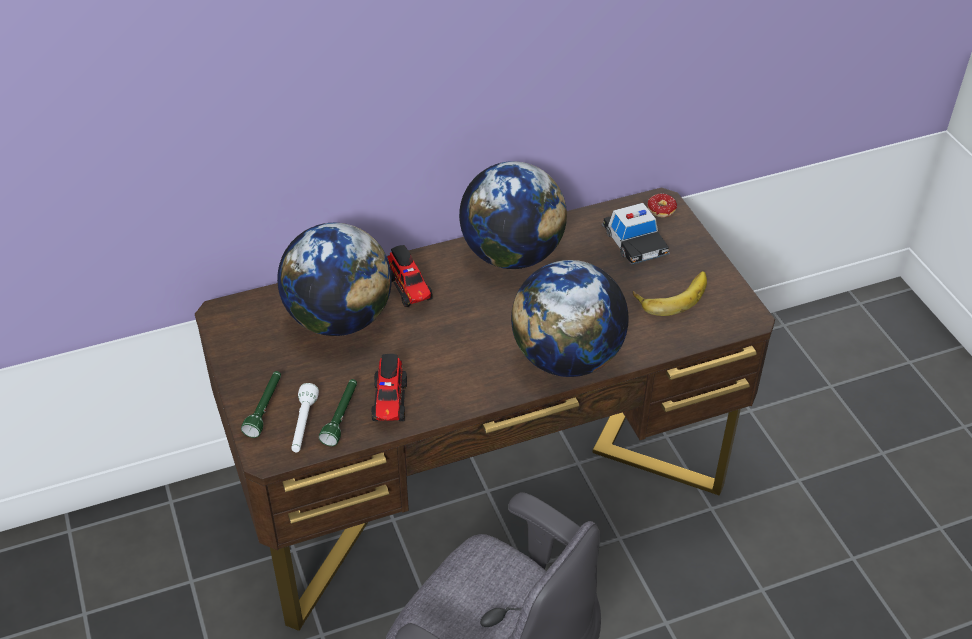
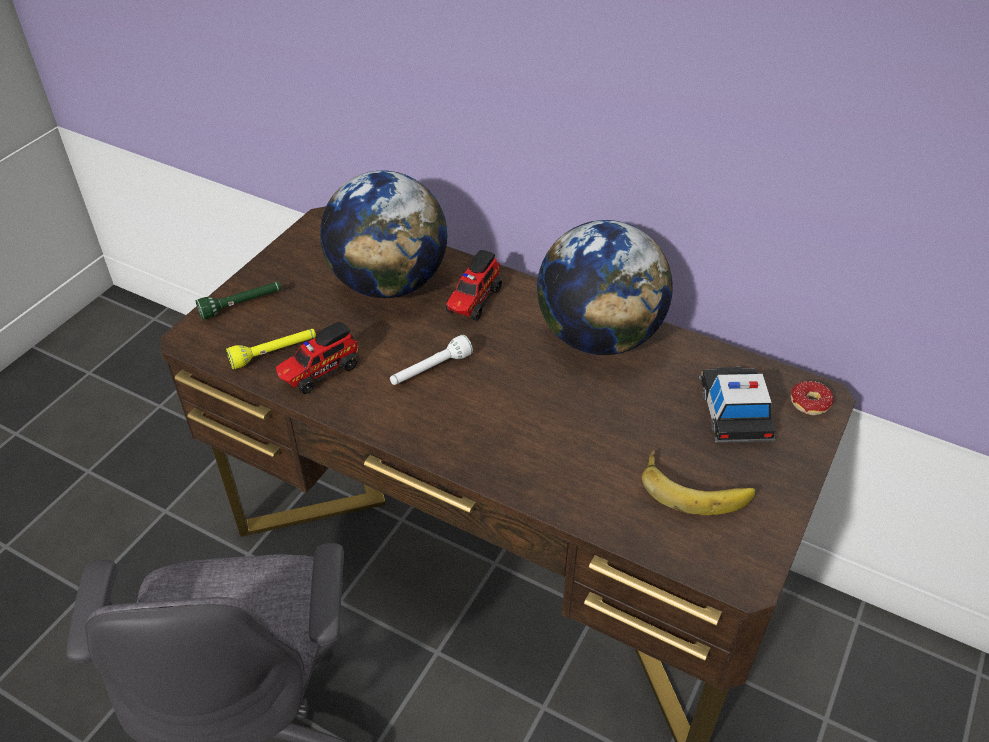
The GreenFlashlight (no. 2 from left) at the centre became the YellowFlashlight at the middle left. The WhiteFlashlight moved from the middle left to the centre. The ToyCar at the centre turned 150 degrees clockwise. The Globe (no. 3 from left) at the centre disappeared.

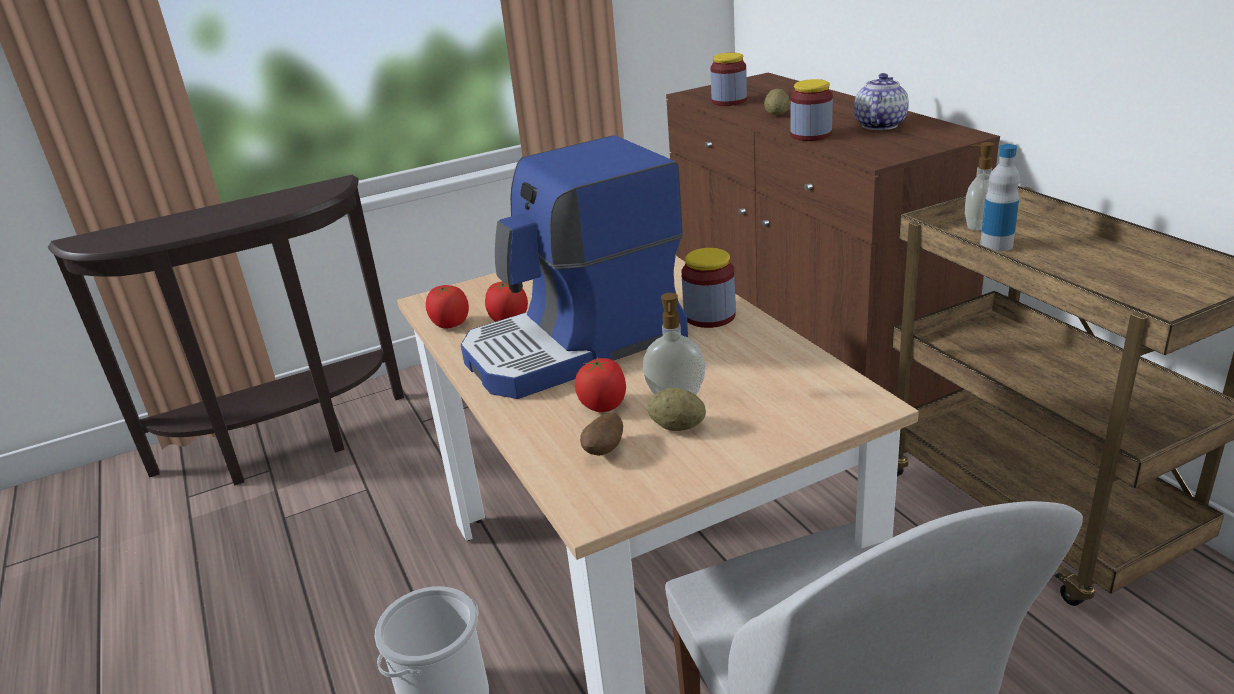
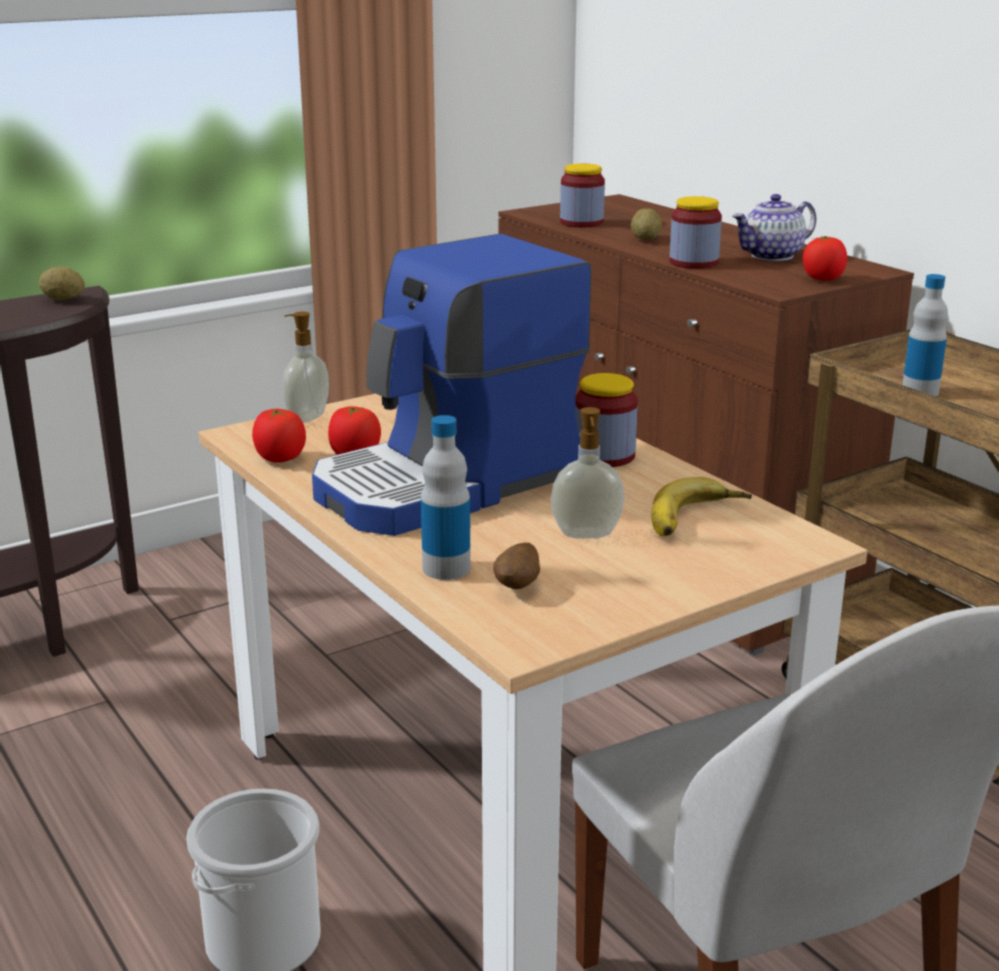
The Potato (no. 2 from left in the first image) moved from the centre to the top left. The SoapDispenser (no. 2 from left in the first image) moved from the top right to the middle left. The Bottle (no. 1 from left) at the centre appeared. The Banana at the middle right appeared. The Teapot at the top right turned 135 degrees counterclockwise. The Tomato (no. 3 from left) moved from the centre to the top right.

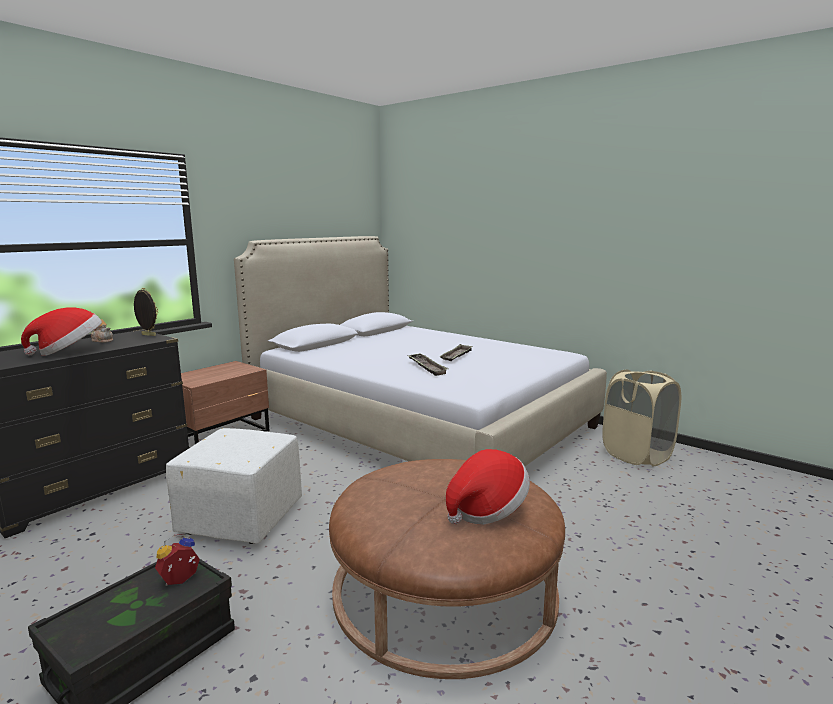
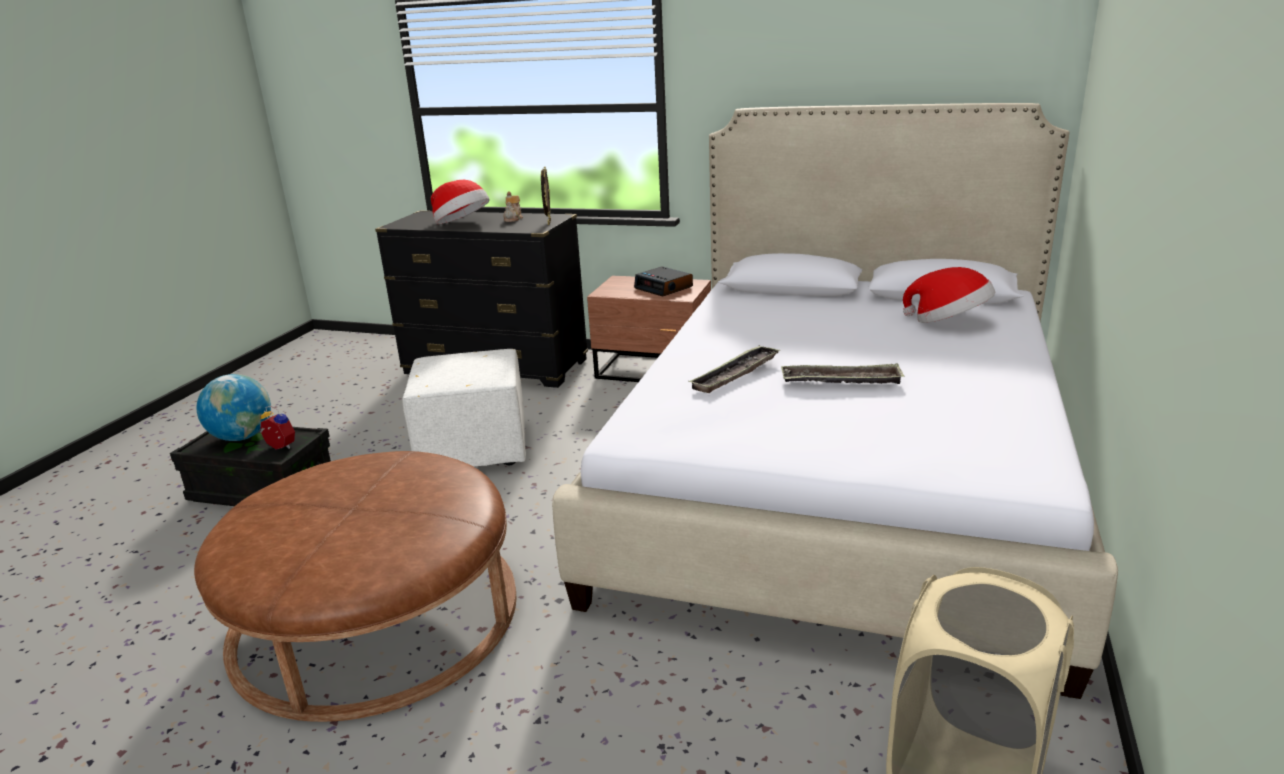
The Globe at the middle left appeared. The AlarmClock (no. 2 from left) at the centre appeared. The Hat (no. 2 from left) moved from the bottom centre to the middle right.

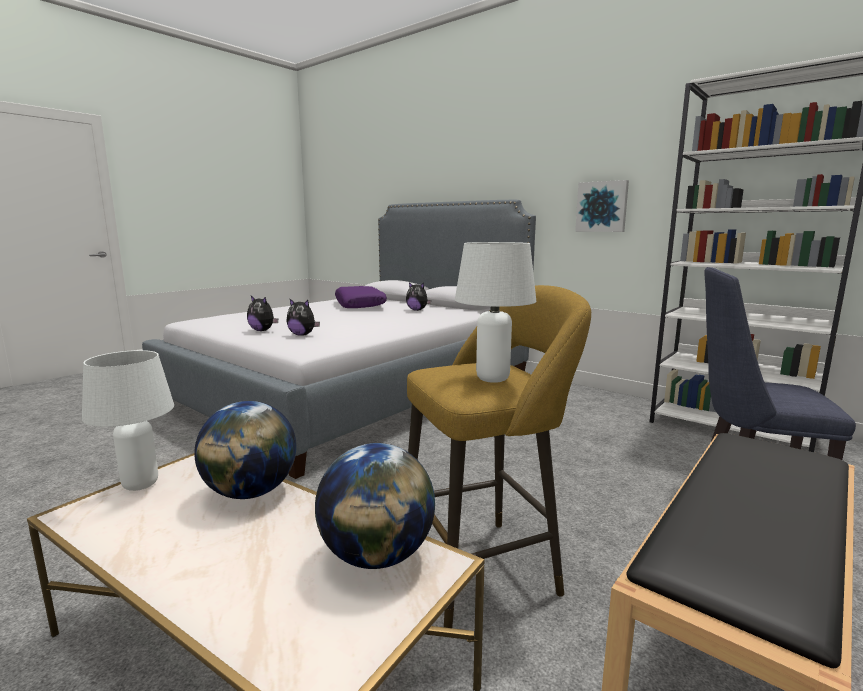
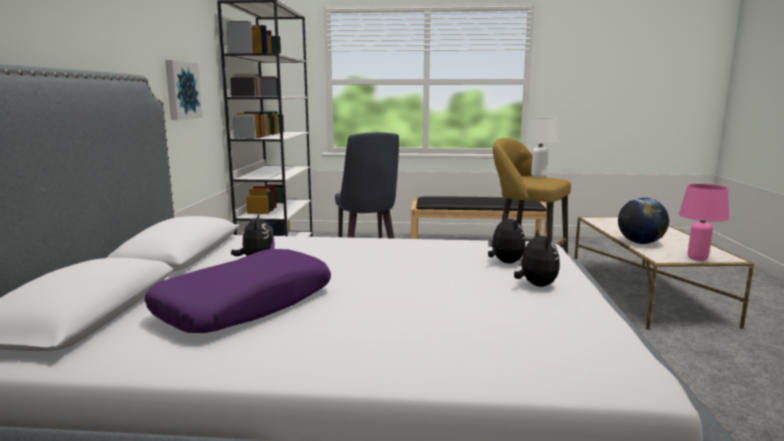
The WhiteTableLamp (no. 1 from left) at the middle left became the PinkTableLamp at the middle right. The Globe (no. 2 from left) at the bottom centre disappeared.

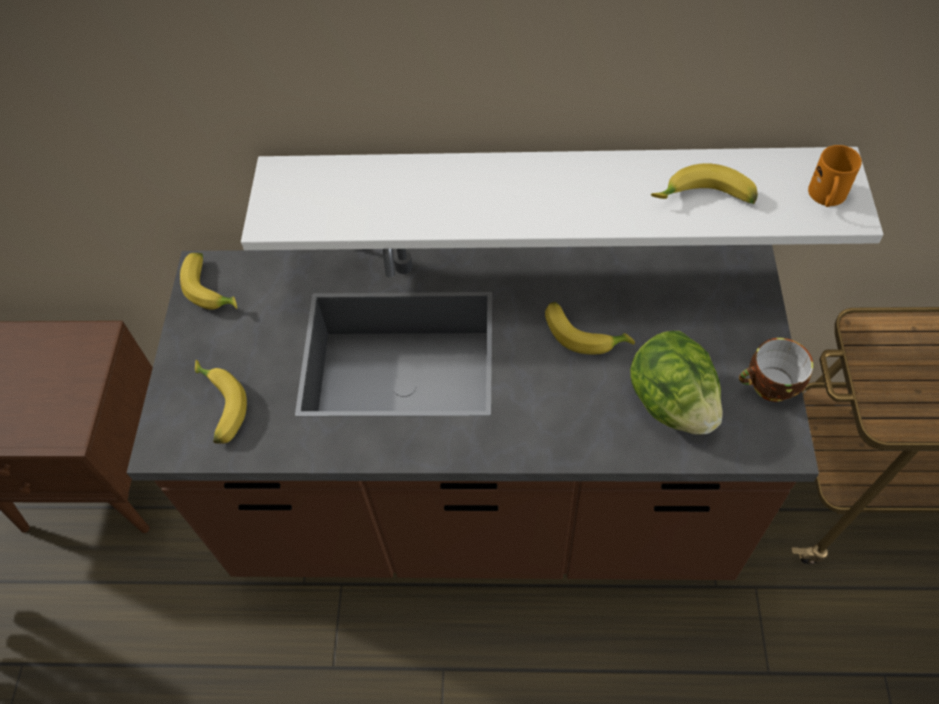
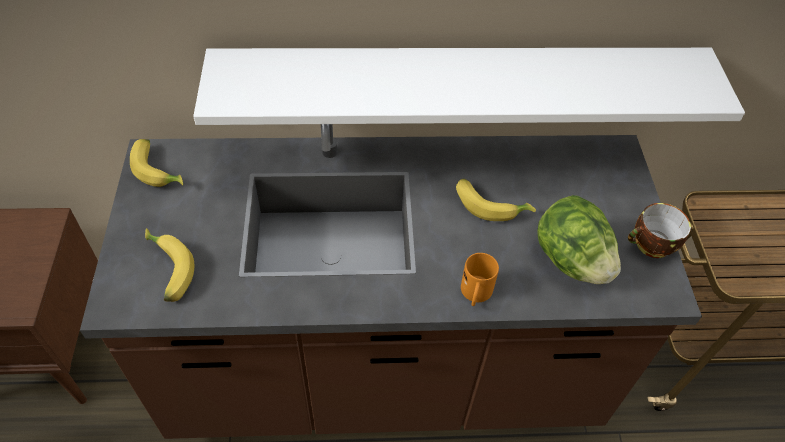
The OrangeMug moved from the top right to the centre. The Banana (no. 4 from left) at the top right disappeared.

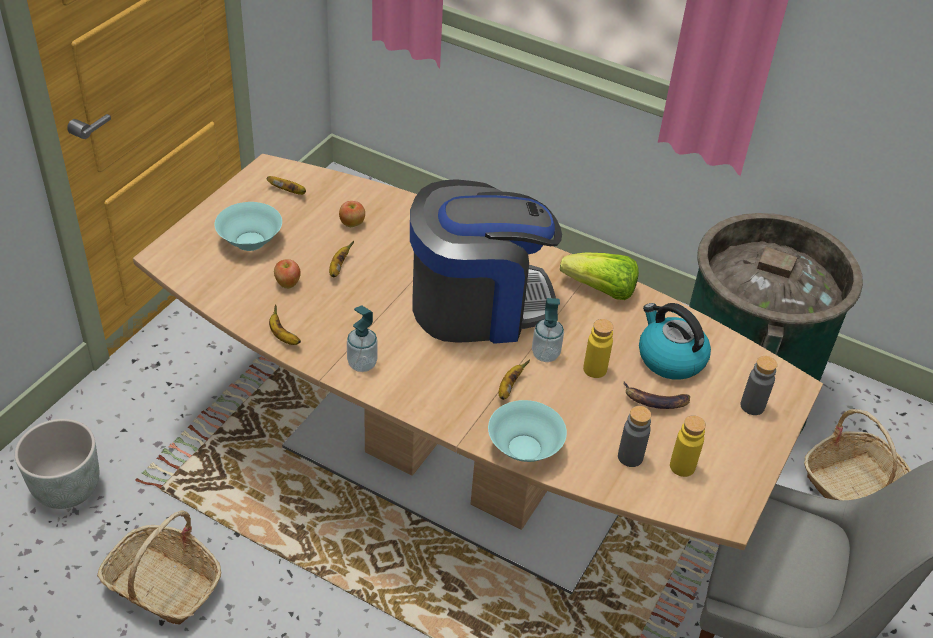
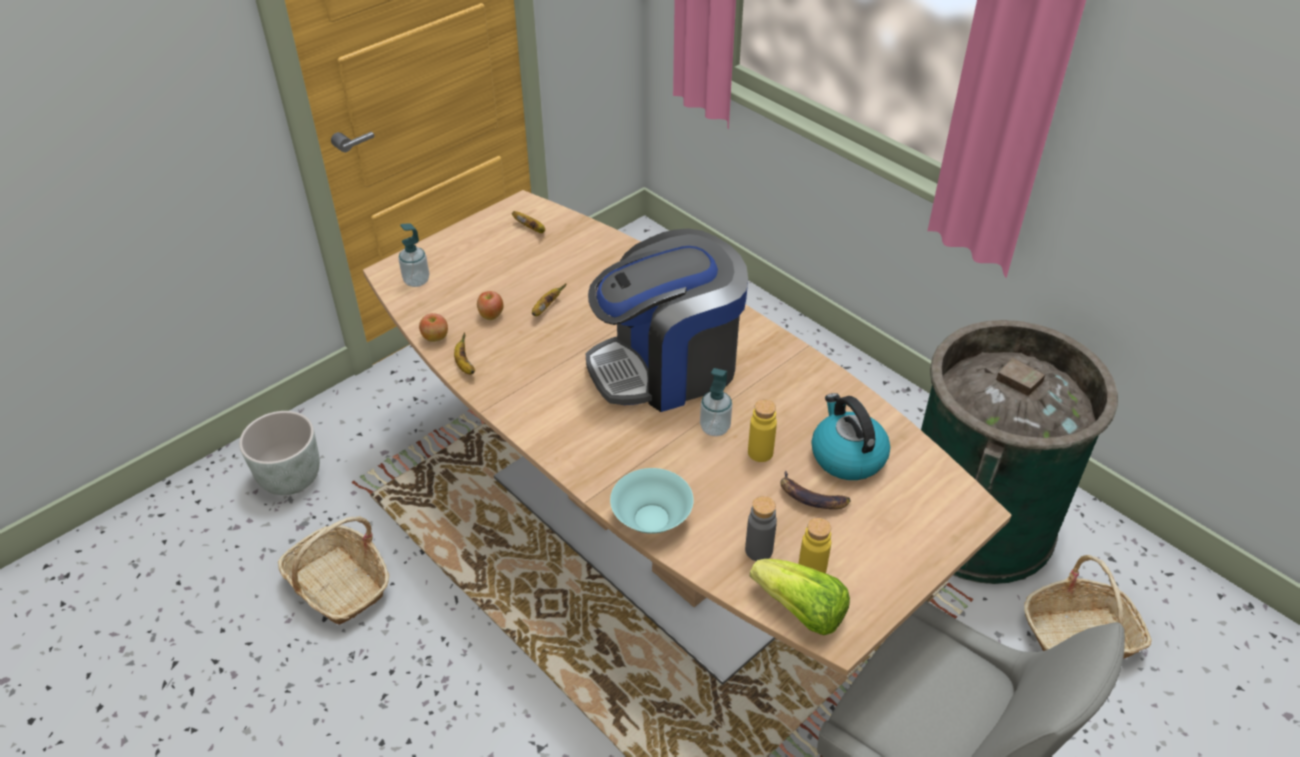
The SoapDispenser (no. 1 from left) moved from the centre to the middle left. The Apple (no. 2 from left in the first image) moved from the centre to the middle left. The CoffeeMachine at the centre turned 150 degrees clockwise. The Lettuce moved from the centre to the bottom centre. The TurquoiseBowl (no. 1 from left) at the middle left disappeared. The Banana (no. 4 from left) at the centre disappeared. The GreyBottle (no. 2 from left) at the middle right disappeared.

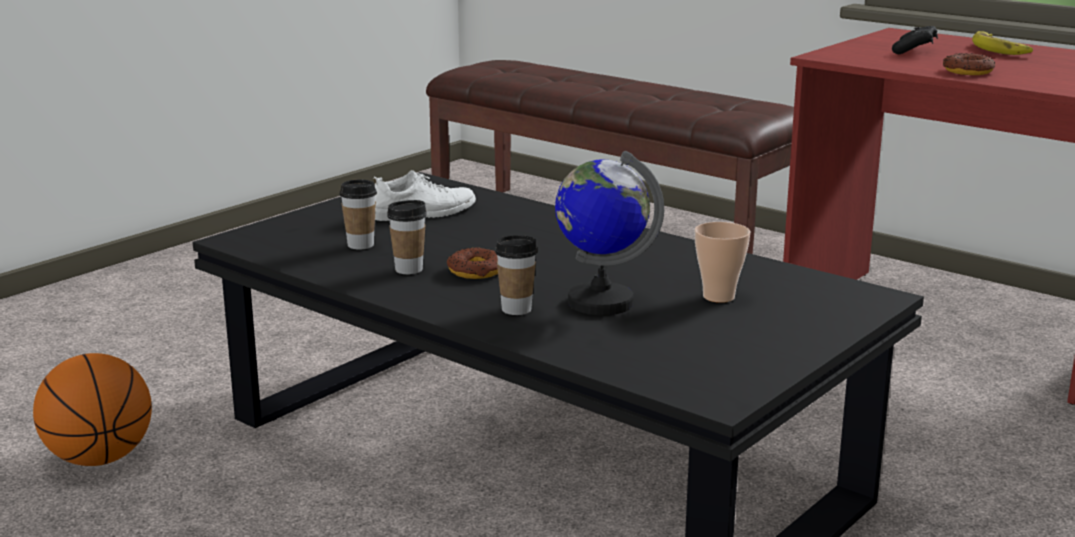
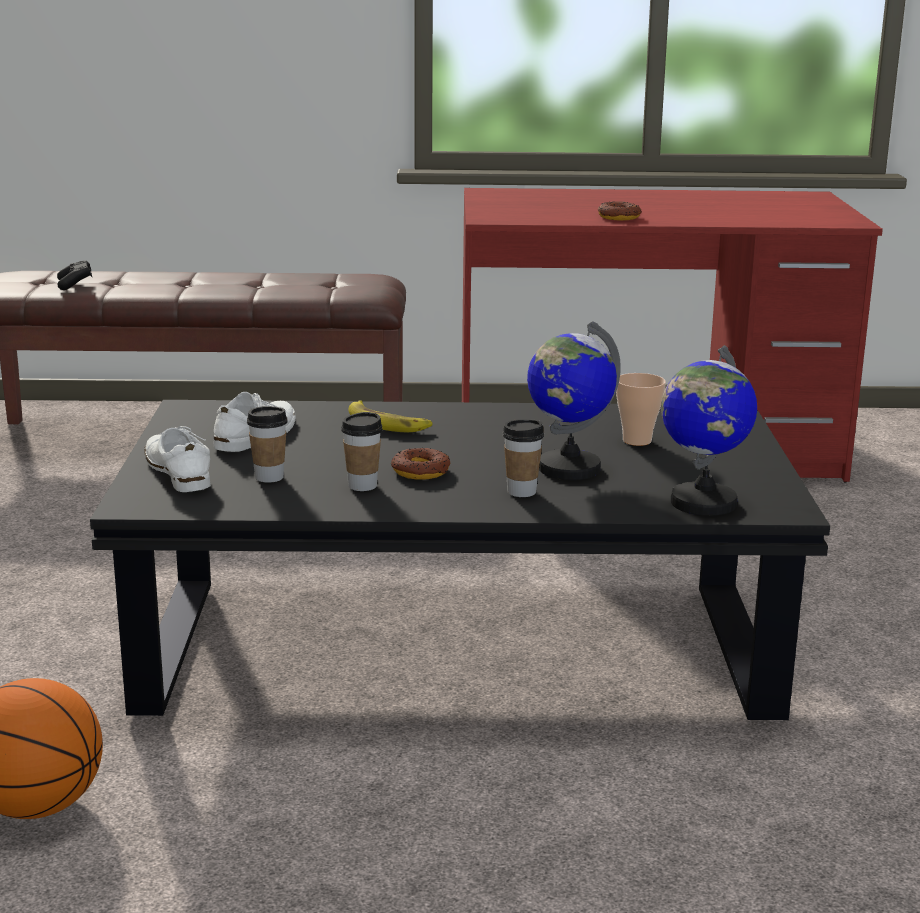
The BlackGameController moved from the top right to the top left. The WhiteShoe (no. 1 from left) at the middle left appeared. The Banana moved from the top right to the centre. The Globe (no. 2 from left) at the middle right appeared.

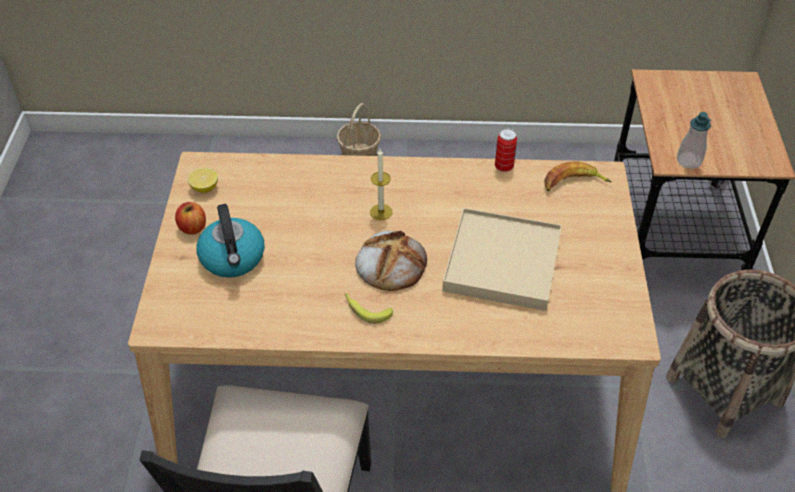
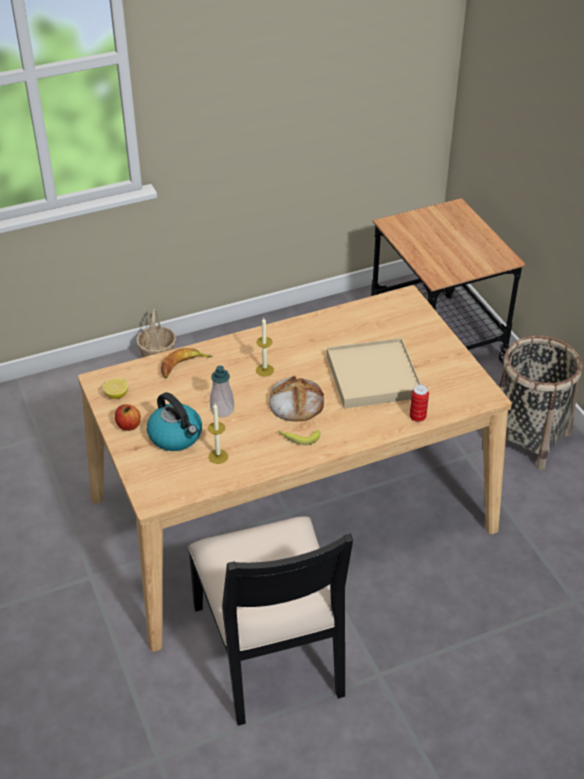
The Banana (no. 2 from left in the first image) moved from the middle right to the middle left. The Candle (no. 1 from left) at the centre appeared. The SoapDispenser moved from the top right to the centre. The Can moved from the top centre to the middle right.

